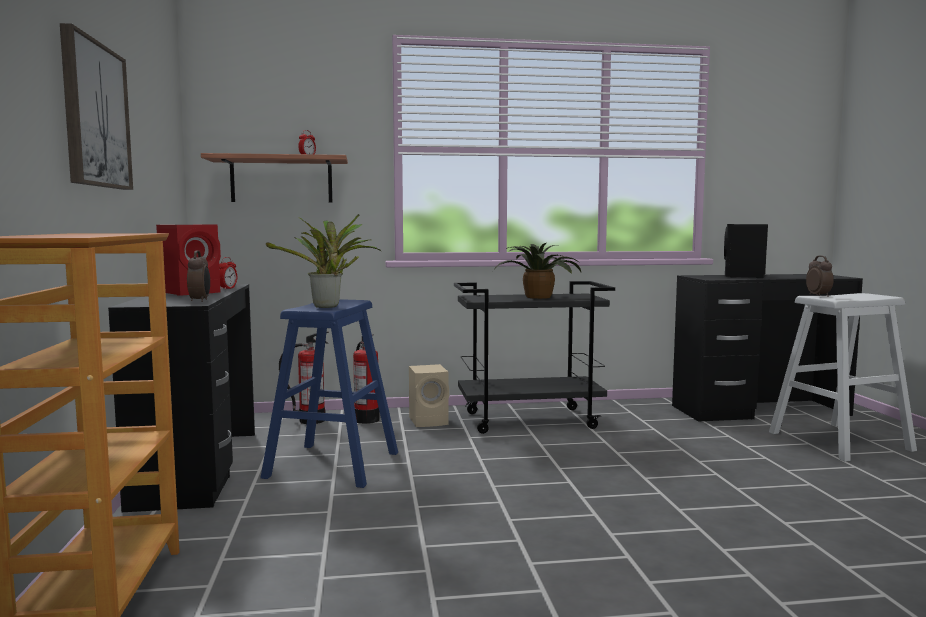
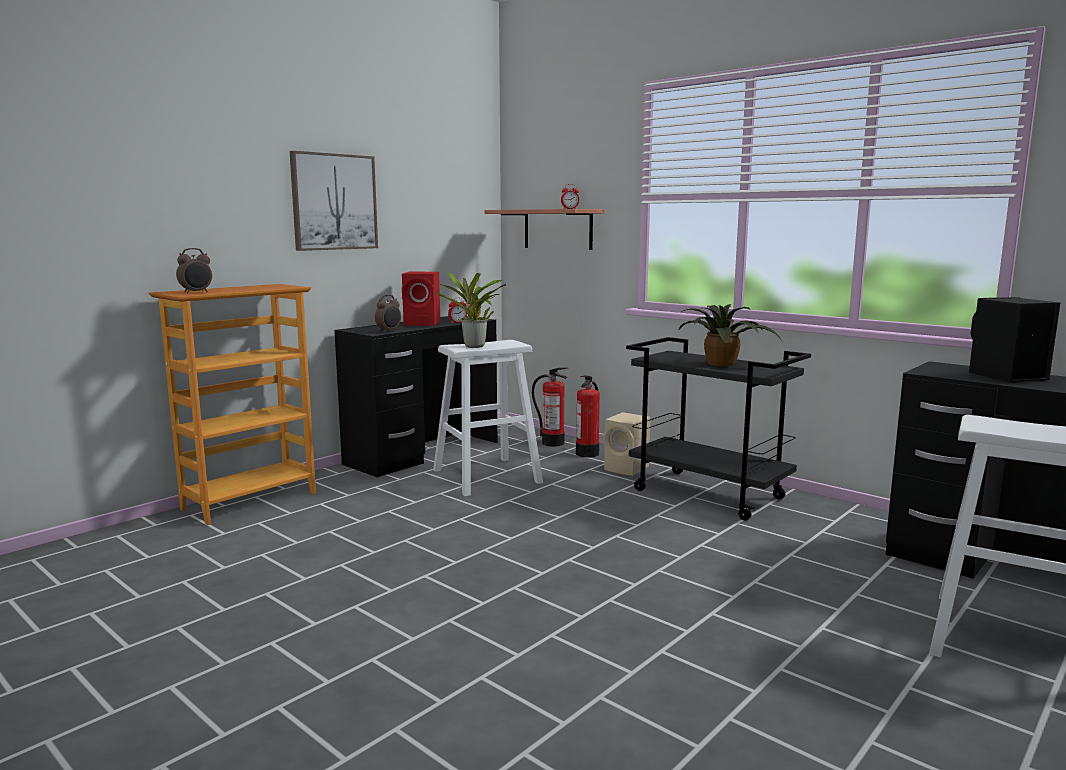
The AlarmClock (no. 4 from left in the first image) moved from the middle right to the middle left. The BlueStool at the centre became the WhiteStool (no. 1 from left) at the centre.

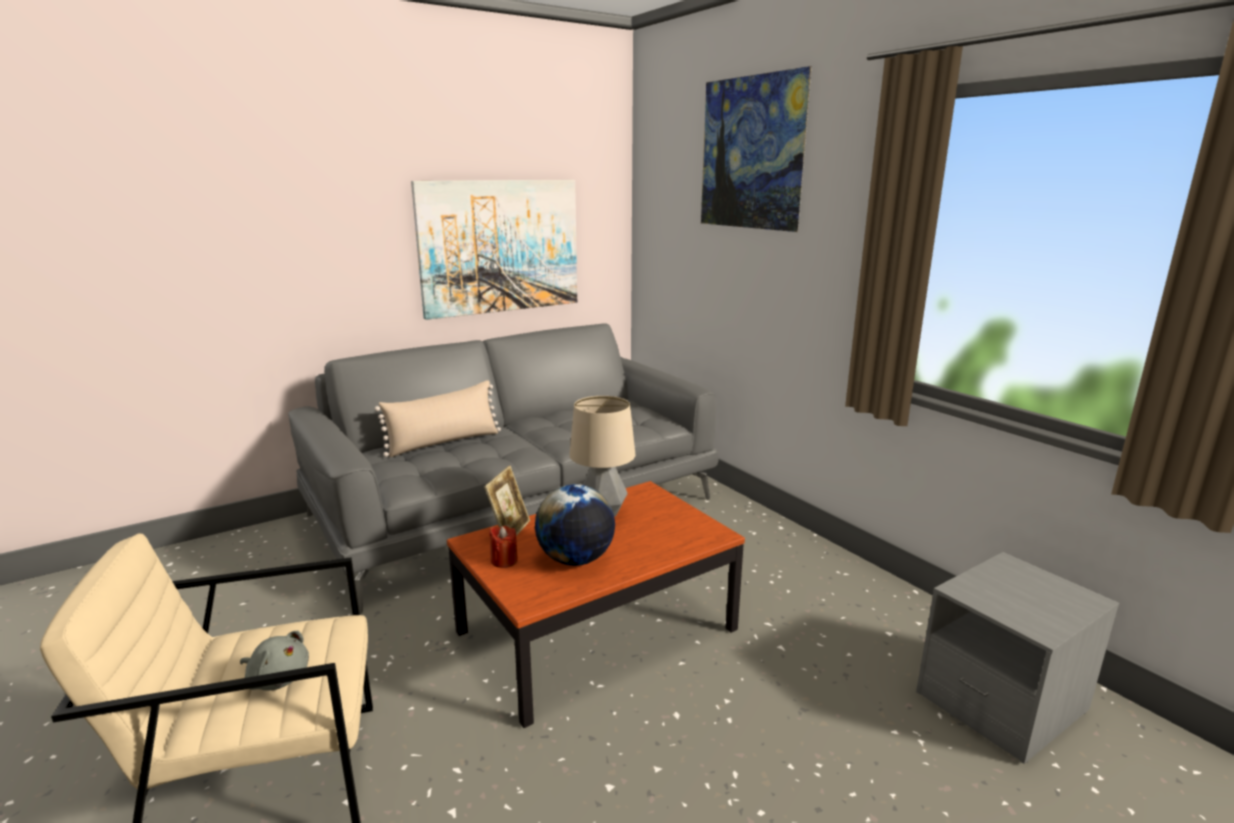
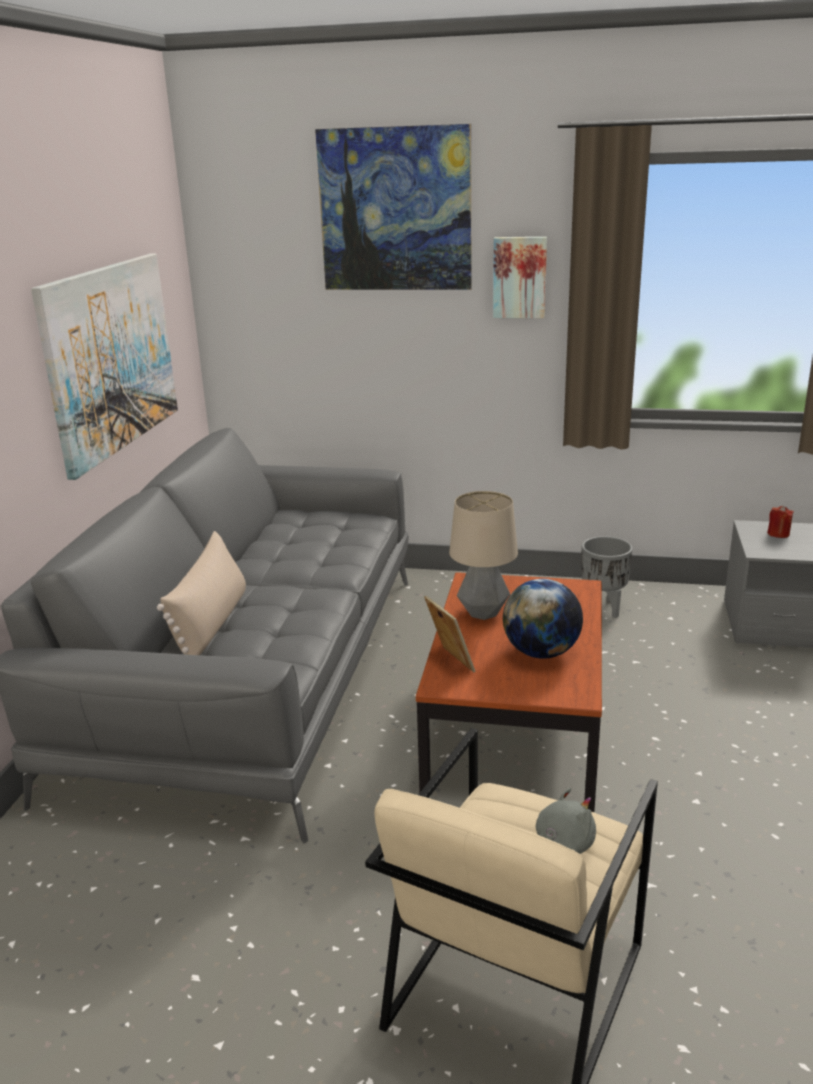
The Picture (no. 3 from left) at the top centre appeared. The GreyPlanter at the middle right appeared. The RedCandle moved from the centre to the middle right.

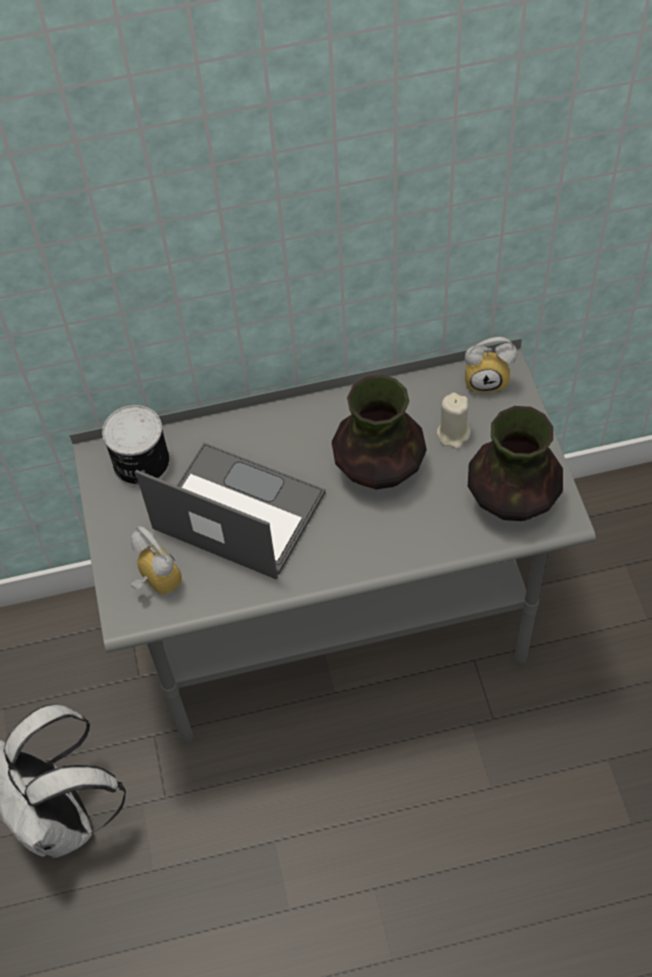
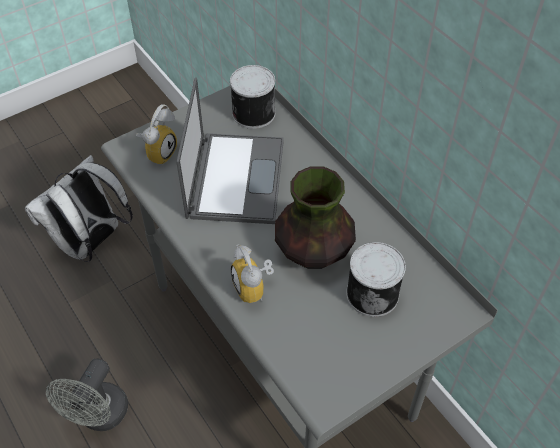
The GreyFan at the bottom left appeared. The AlarmClock (no. 2 from left) moved from the middle right to the centre. The BeigeCandle at the middle right was replaced by the Can (no. 2 from left) at the middle right. The Vase (no. 2 from left) at the middle right disappeared.

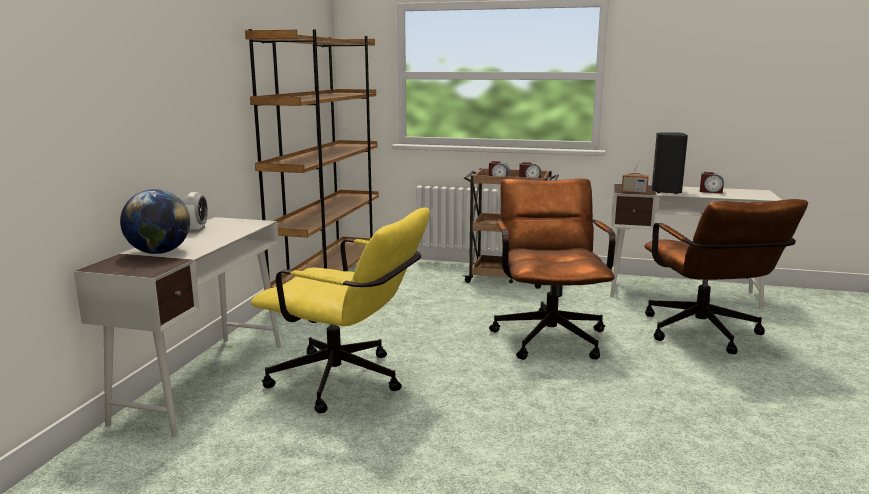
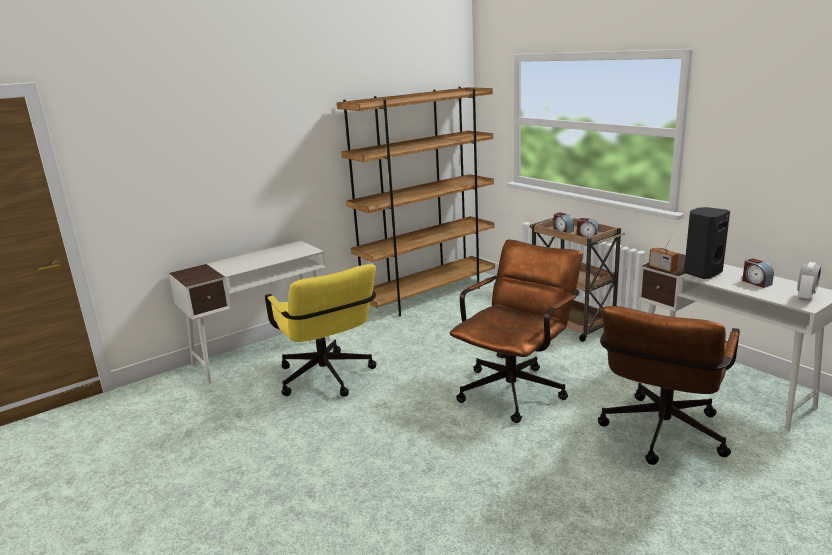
The AlarmClock (no. 1 from left in the first image) moved from the middle left to the middle right. The Globe at the middle left disappeared.

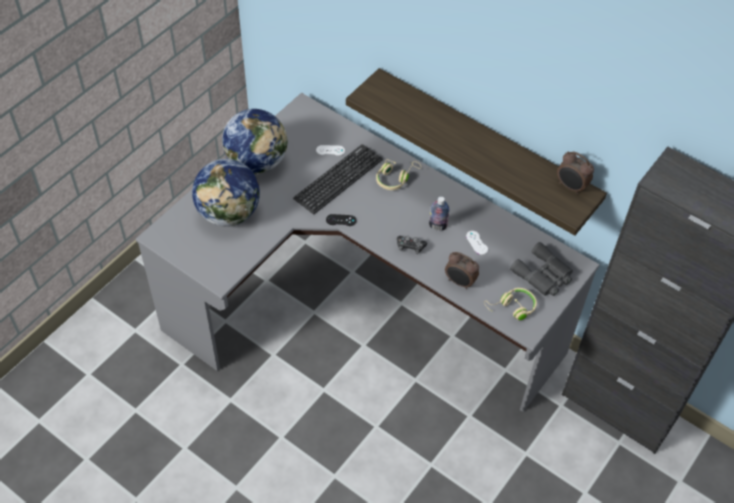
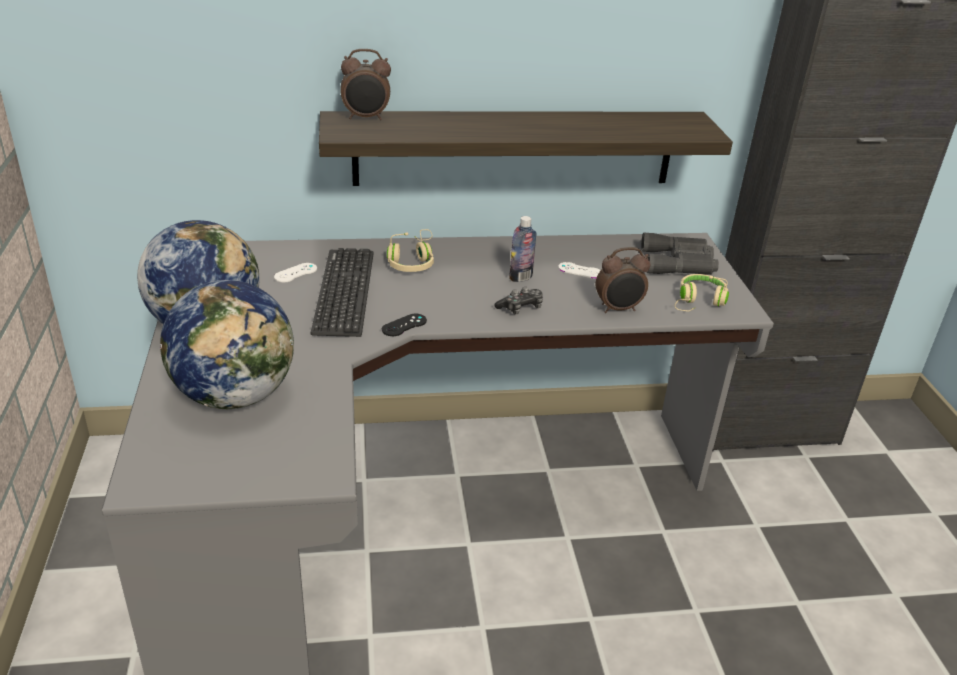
The AlarmClock (no. 2 from left in the first image) moved from the middle right to the top centre.

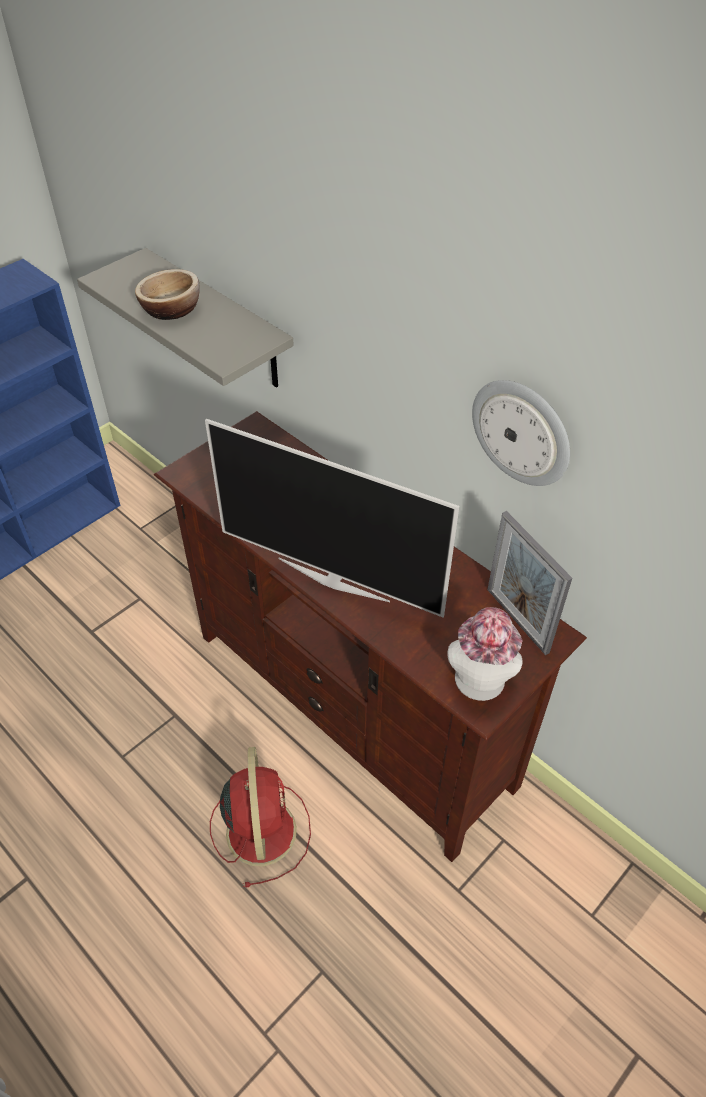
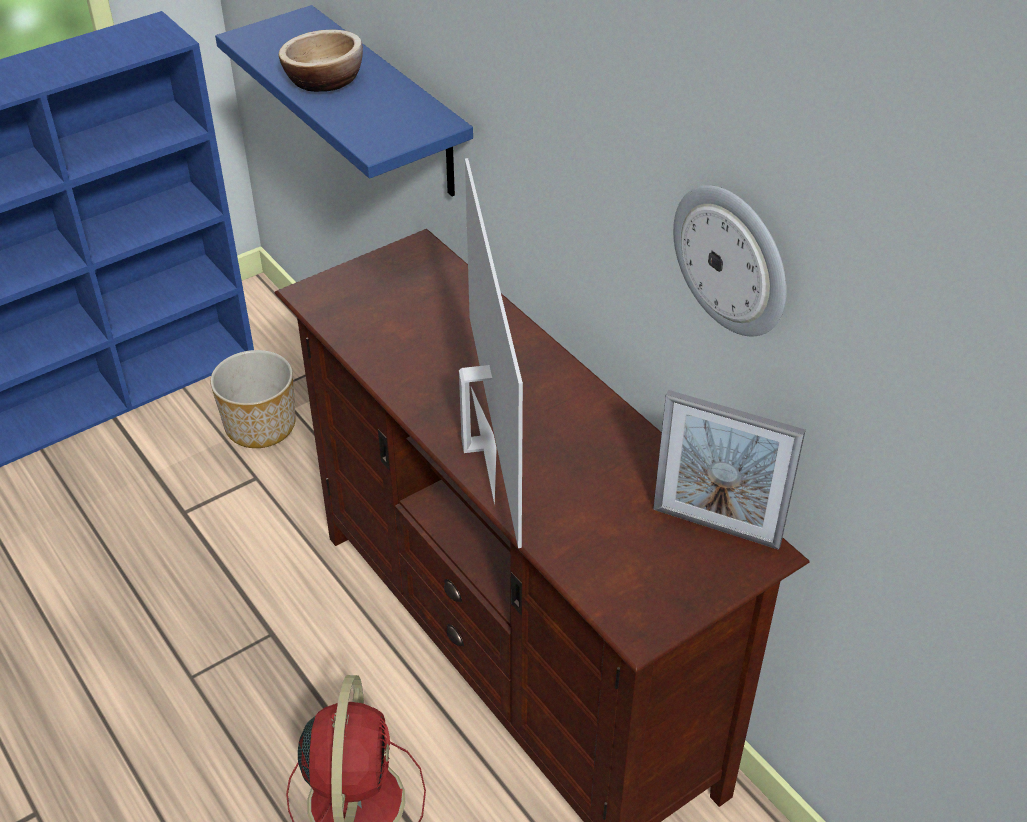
The Planter at the middle left appeared. The GreyShelf at the top left became the BlueShelf at the top centre. The Television at the centre turned 135 degrees counterclockwise. The PictureFrame at the middle right turned 45 degrees counterclockwise. The Hat at the middle right disappeared.

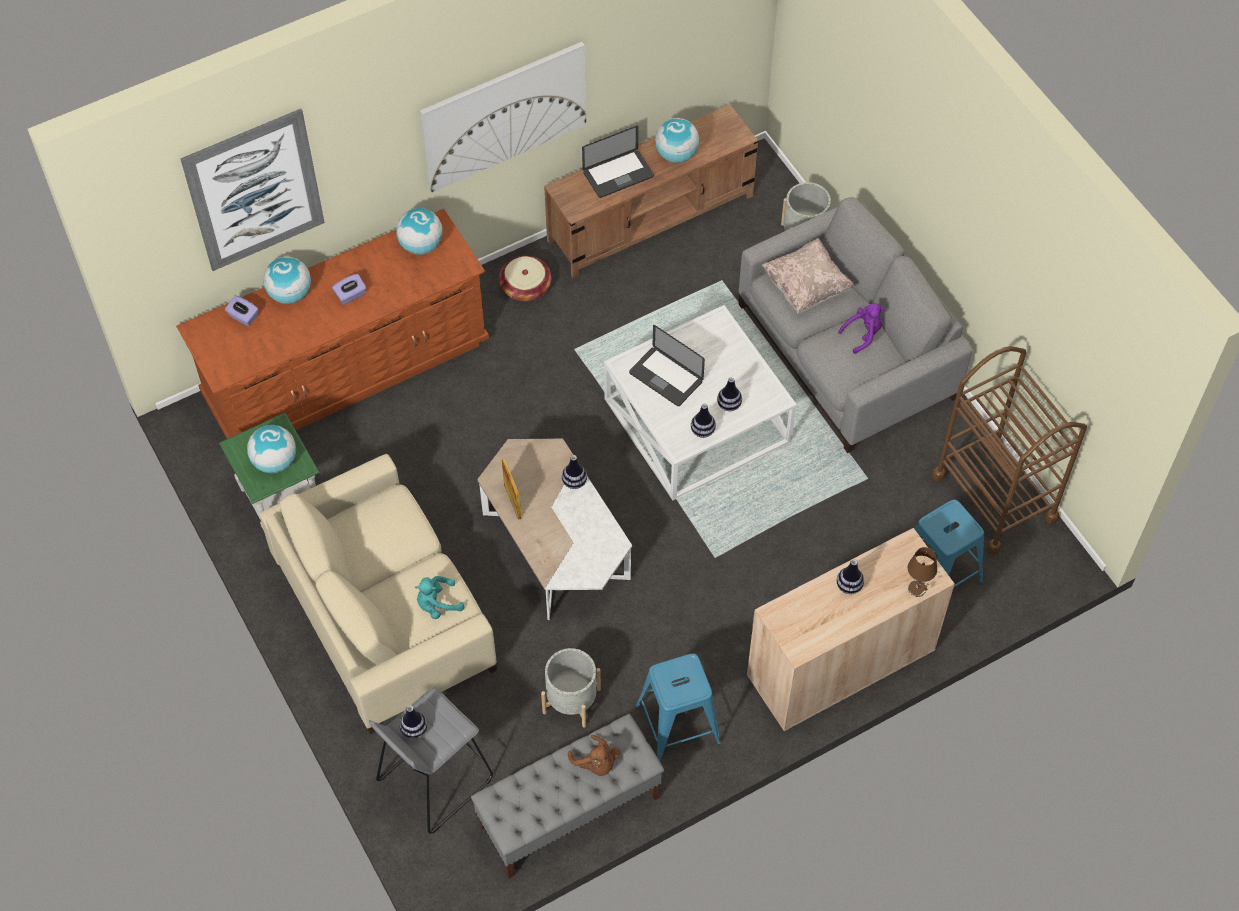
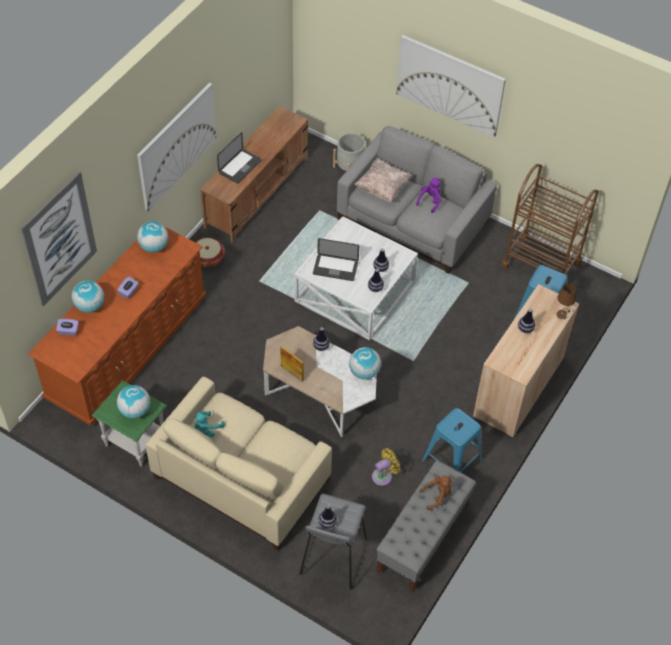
The TurquoisePlushToy moved from the centre to the middle left. The Globe (no. 4 from left) moved from the top centre to the centre. The GreyPlanter (no. 1 from left) at the bottom centre was replaced by the YellowFan at the bottom centre. The Picture (no. 3 from left) at the top right appeared. The BrownPlushToy at the bottom centre turned 45 degrees counterclockwise.

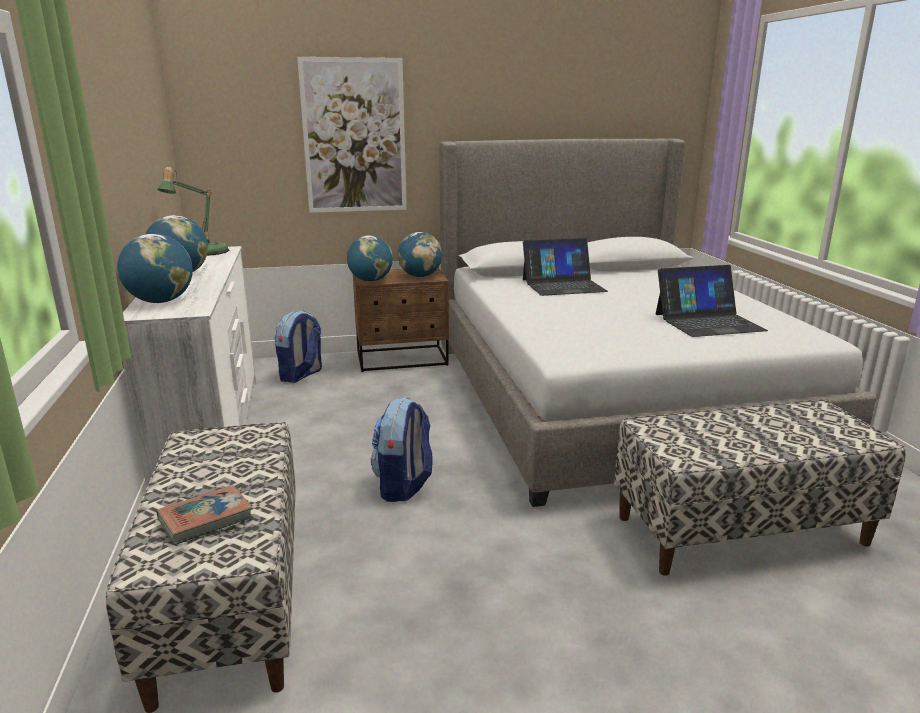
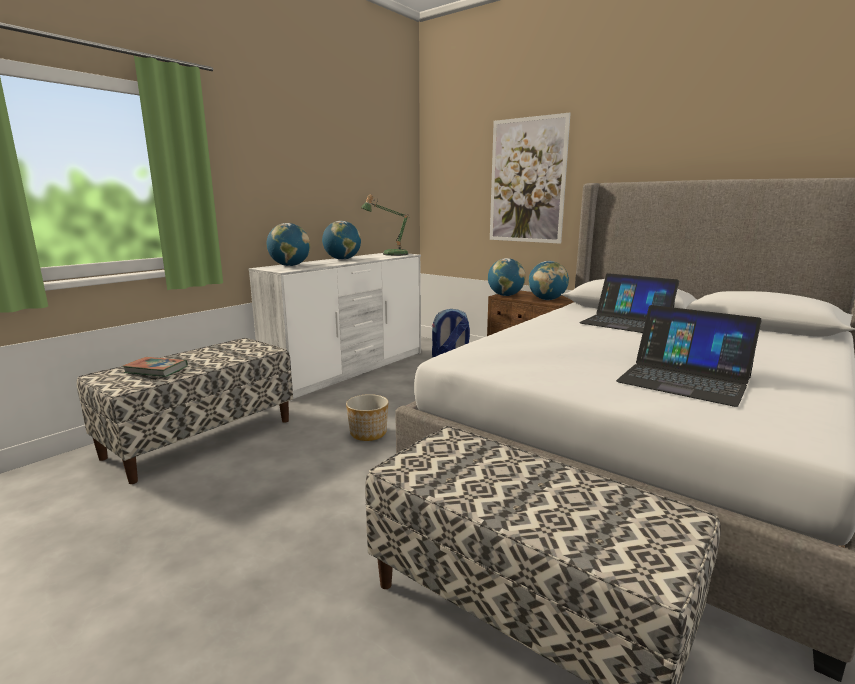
The Backpack (no. 2 from left) at the centre was replaced by the Planter at the centre.

